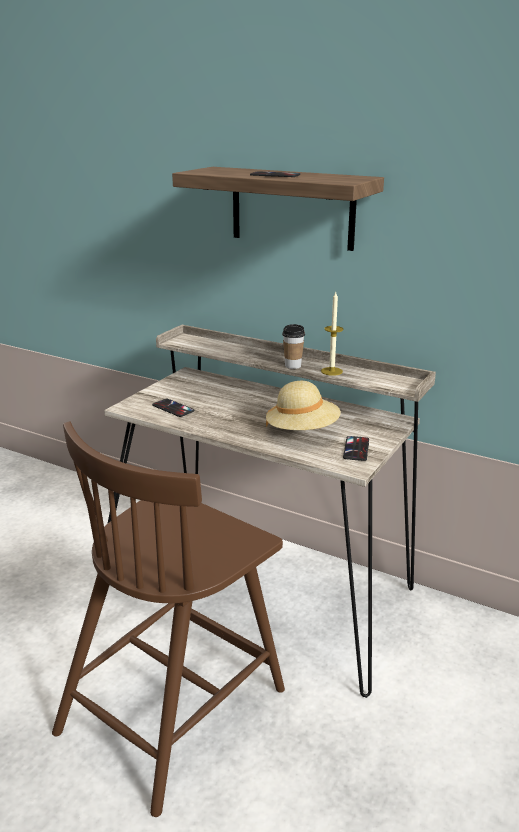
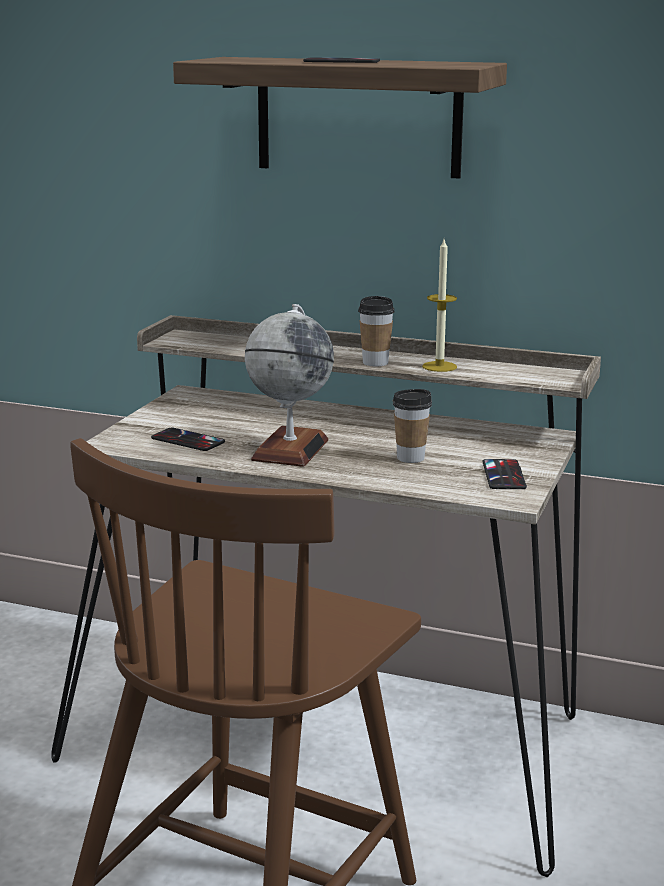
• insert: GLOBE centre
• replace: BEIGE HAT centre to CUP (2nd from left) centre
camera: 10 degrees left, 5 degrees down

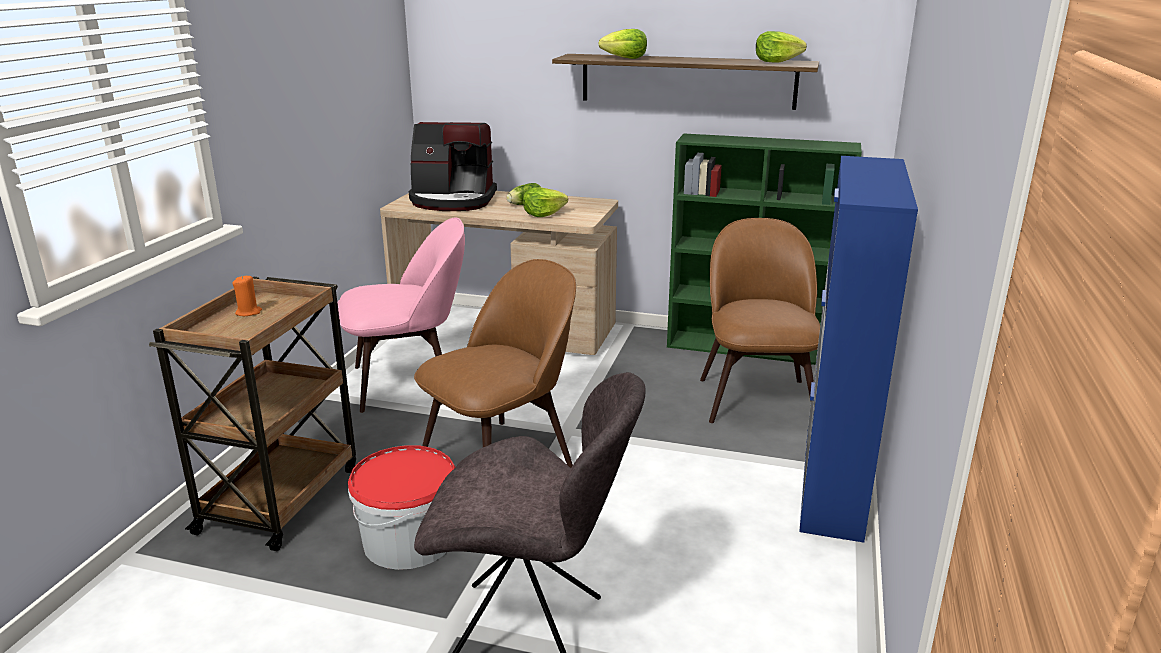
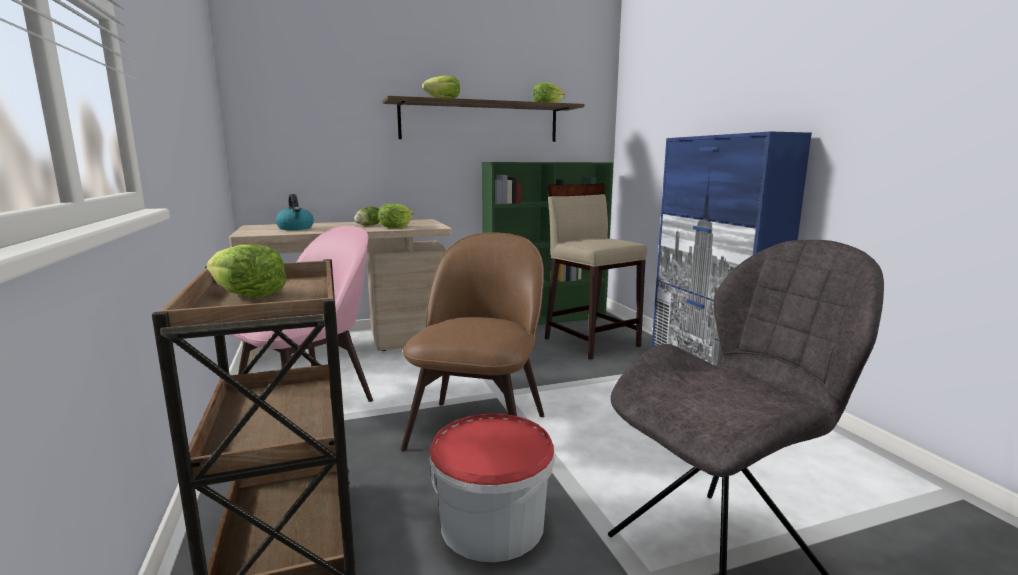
• replace: ORANGE CANDLE middle left to LETTUCE (1st from left) middle left
• replace: COFFEE MACHINE top centre to KETTLE middle left
• replace: BROWN CHAIR (2nd from left) centre to BEIGE STOOL centre
camera: 35 degrees left, 10 degrees down

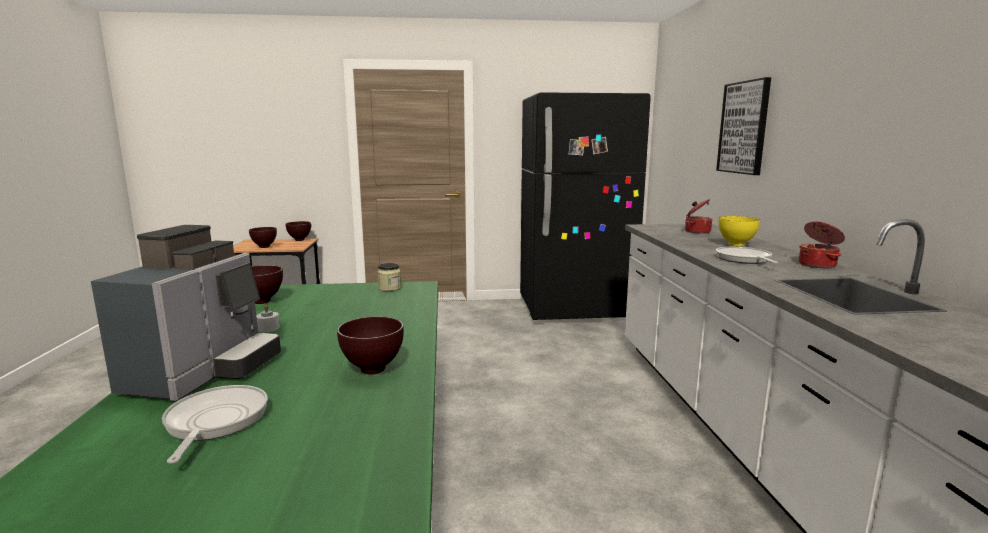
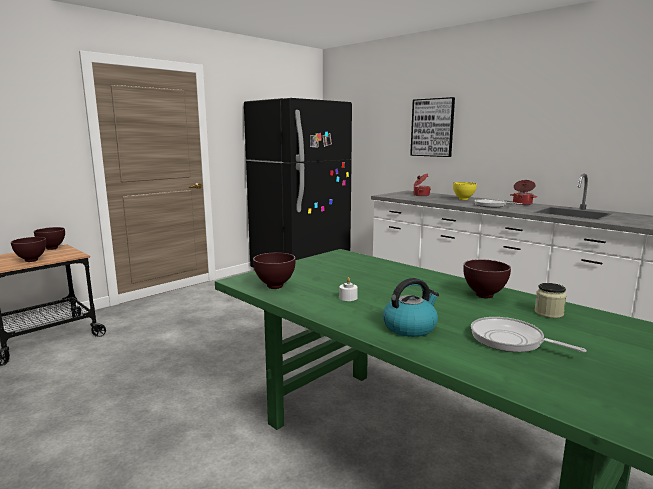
• replace: COFFEE MACHINE middle left to KETTLE centre
• move: JAR centre to middle right
camera: 40 degrees left, 0 degrees up

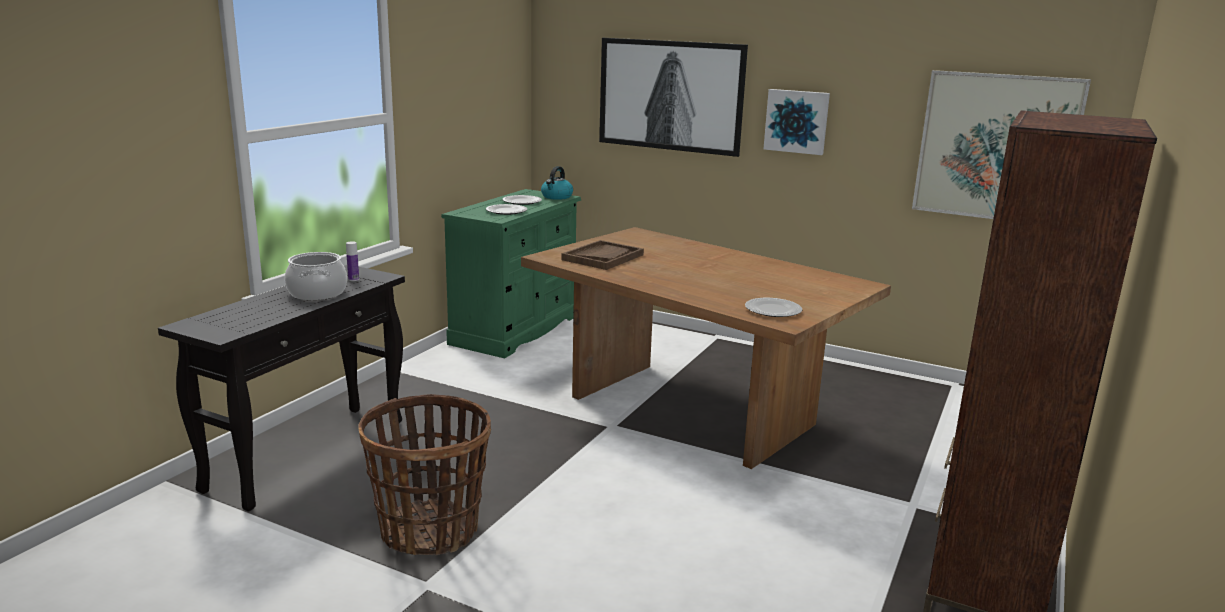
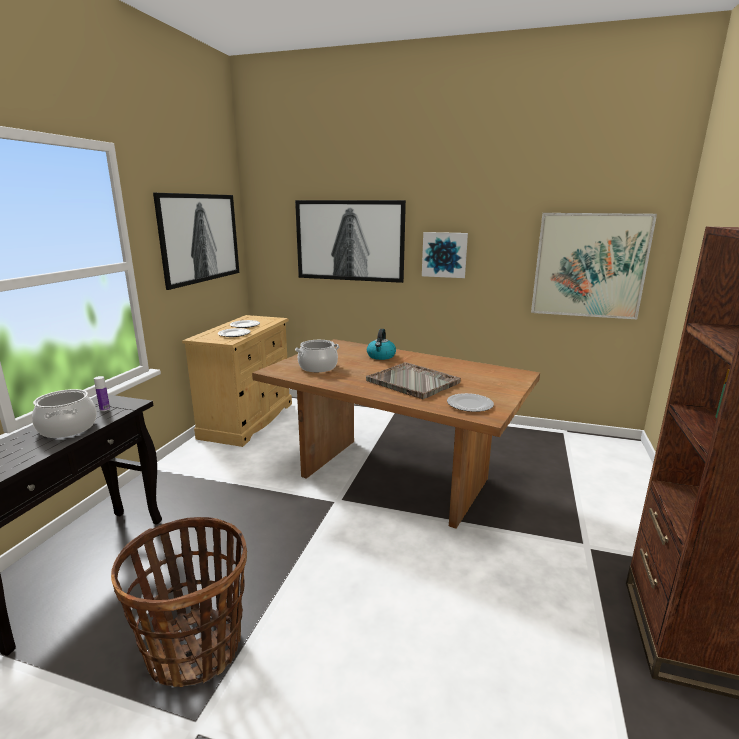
• insert: PICTURE (1st from left) top left
• recolor: GREEN DRESSER centre to BEIGE DRESSER middle left
• replace: BROWN TRAY centre to COOKING POT (2nd from left) centre
• insert: GREY TRAY centre
• move: KETTLE top centre to centre
camera: 10 degrees left, 0 degrees up

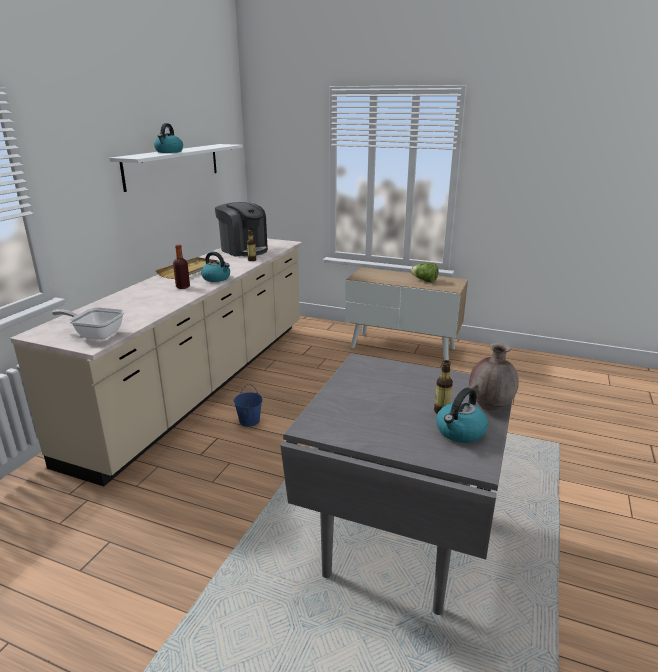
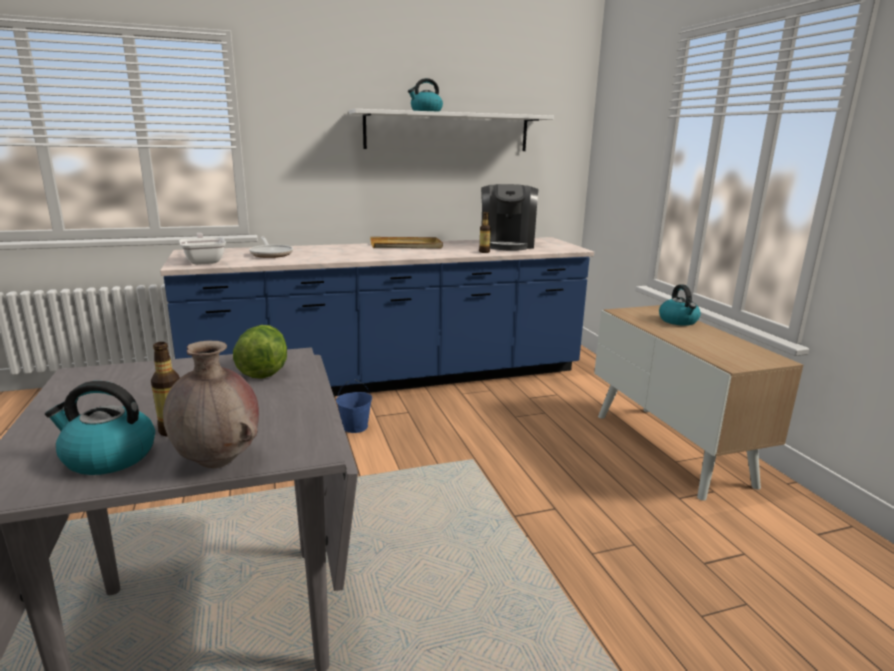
• recolor: BEIGE COUNTER middle left to BLUE COUNTER centre
• move: LETTUCE centre to middle left
• insert: FRYING PAN (2nd from left) middle left
• move: KETTLE (2nd from left in the first image) middle left to KETTLE (3rd from left) middle right
• delete: BOTTLE (1st from left) middle left
camera: 50 degrees right, 5 degrees down

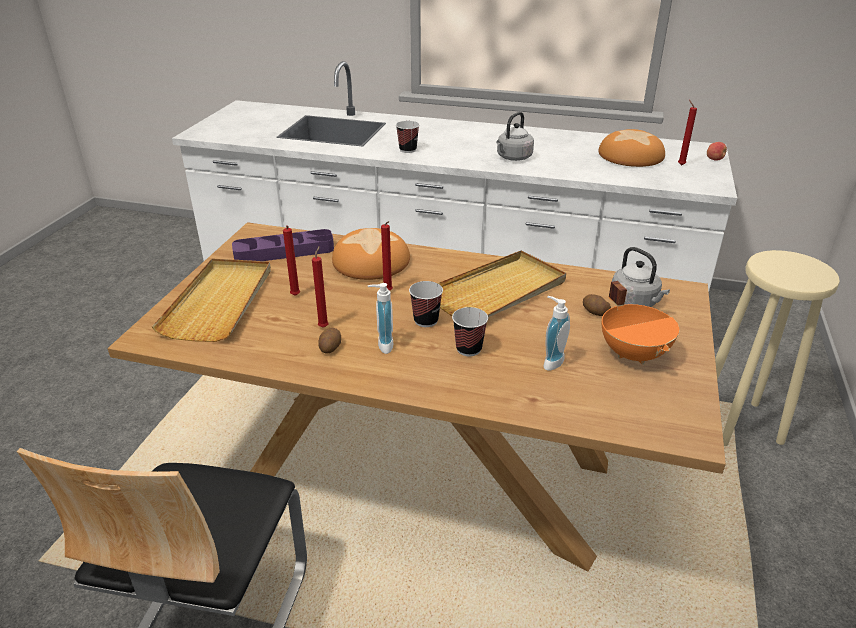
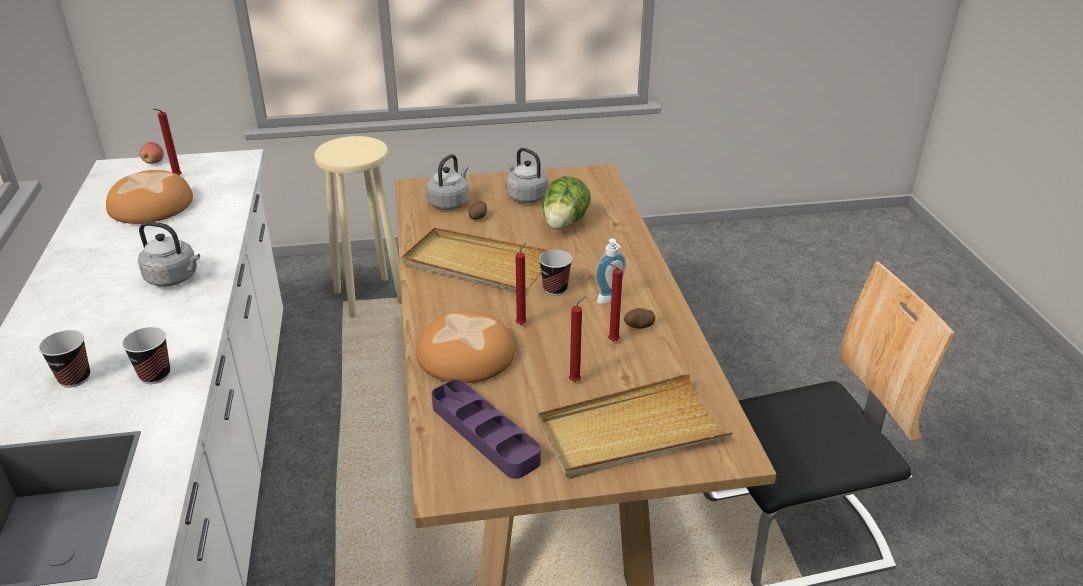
• move: CUP (3rd from left in the first image) centre to CUP (1st from left) middle left
• replace: ORANGE COOKING POT middle right to GREY KETTLE (3rd from left) top centre
• replace: SOAP DISPENSER (2nd from left) centre to LETTUCE centre
camera: 115 degrees left, 0 degrees up

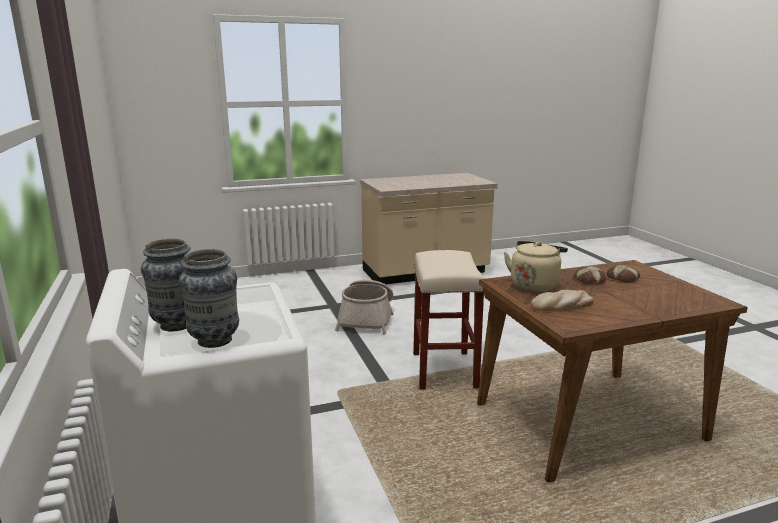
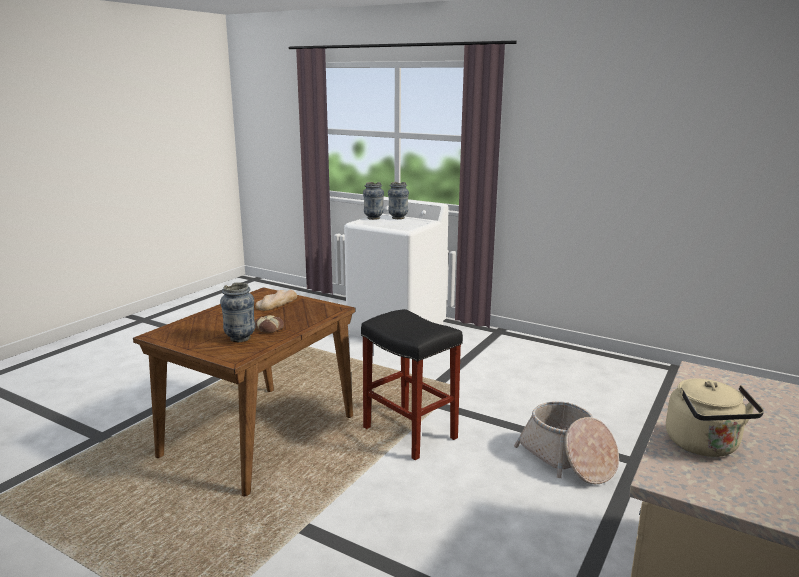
• replace: BREAD (3rd from left) middle right to VASE (1st from left) middle left
• recolor: BEIGE STOOL centre to BLACK STOOL centre
• move: BEIGE KETTLE middle right to bottom right
camera: 140 degrees right, 0 degrees up

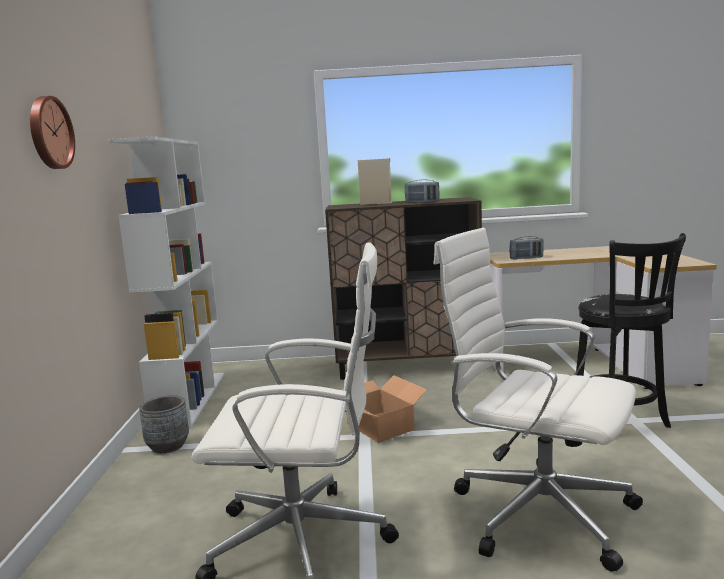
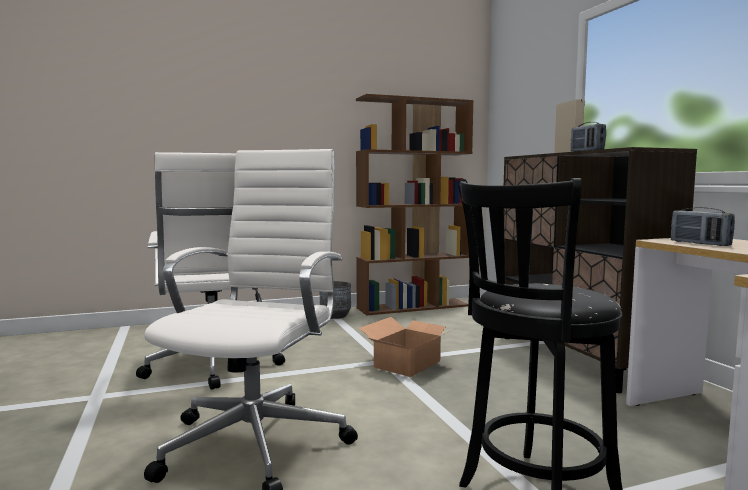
• recolor: WHITE BOOKCASE middle left to BROWN BOOKCASE centre
• delete: WALL CLOCK top left
camera: 70 degrees right, 5 degrees down

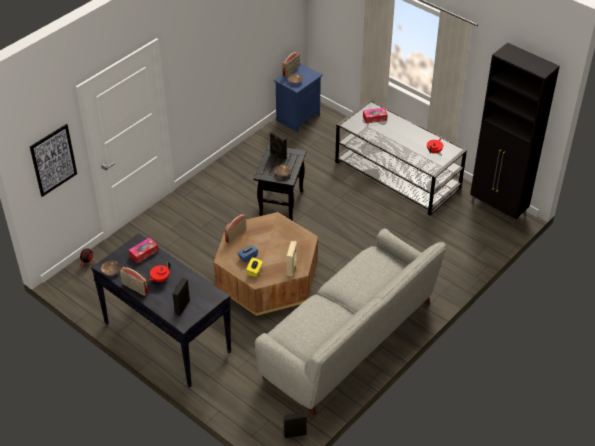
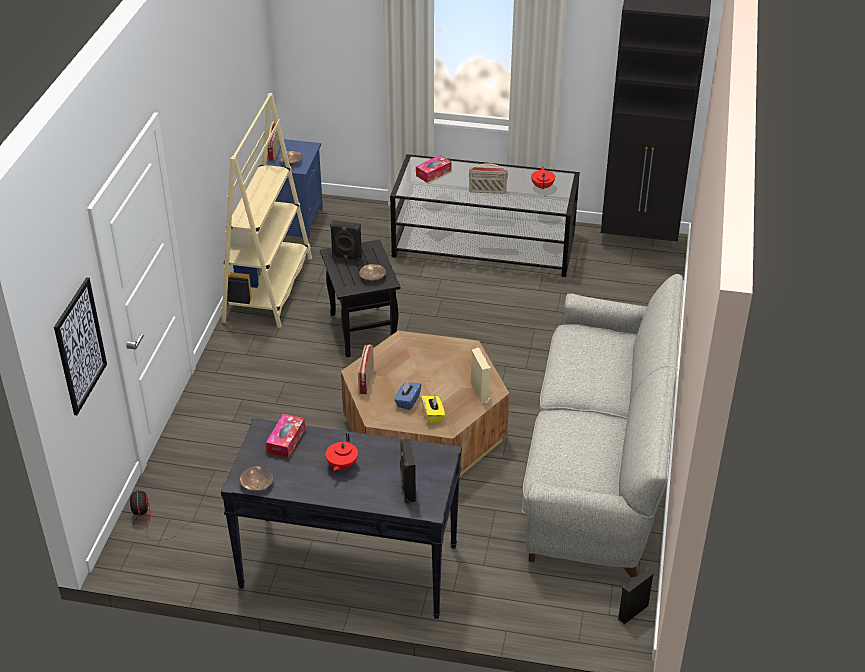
• insert: BEIGE BOOKCASE top left
• move: RADIO (1st from left in the first image) middle left to RADIO (3rd from left) top centre
camera: 30 degrees left, 5 degrees down

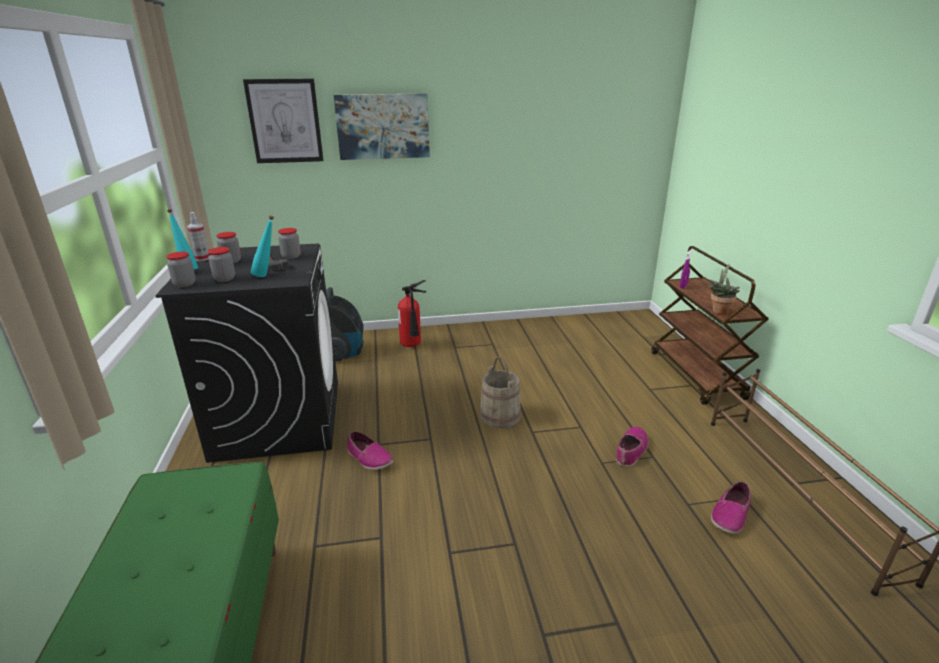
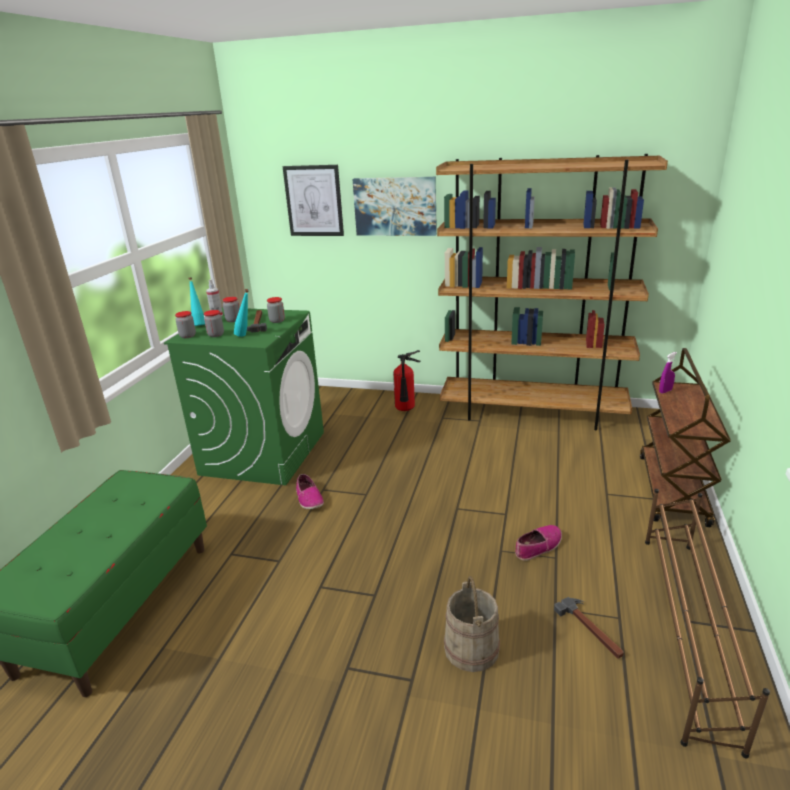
• recolor: BLACK WASHING MACHINE middle left to GREEN WASHING MACHINE middle left
• insert: BROWN BOOKCASE middle right
• move: BEIGE BUCKET centre to bottom centre
• replace: SHOE (3rd from left) bottom right to HAMMER (2nd from left) bottom right
• delete: VACUUM CLEANER centre
• delete: POTTED PLANT middle right
camera: 25 degrees right, 0 degrees up

